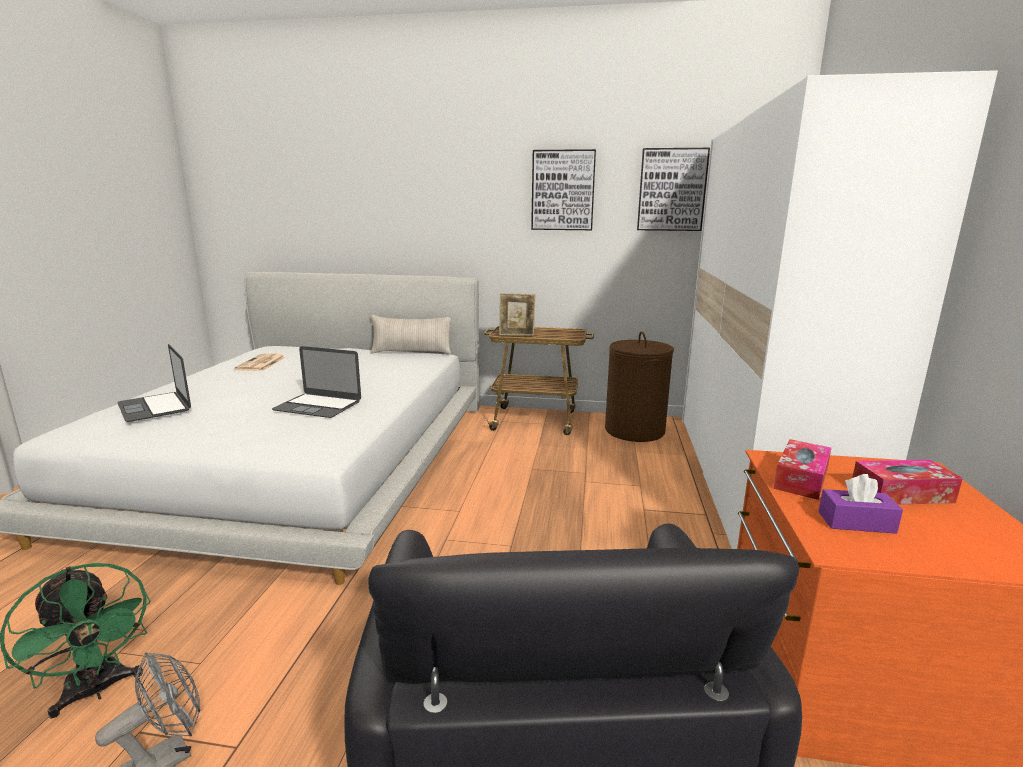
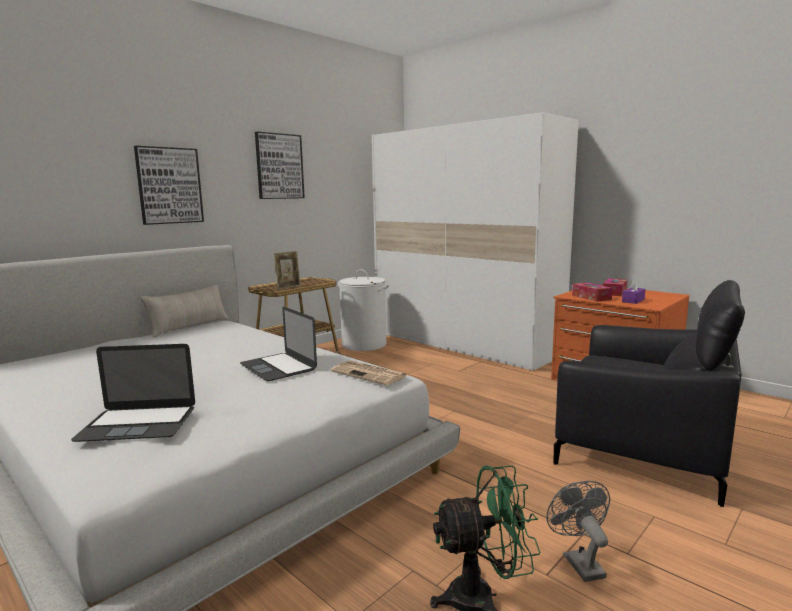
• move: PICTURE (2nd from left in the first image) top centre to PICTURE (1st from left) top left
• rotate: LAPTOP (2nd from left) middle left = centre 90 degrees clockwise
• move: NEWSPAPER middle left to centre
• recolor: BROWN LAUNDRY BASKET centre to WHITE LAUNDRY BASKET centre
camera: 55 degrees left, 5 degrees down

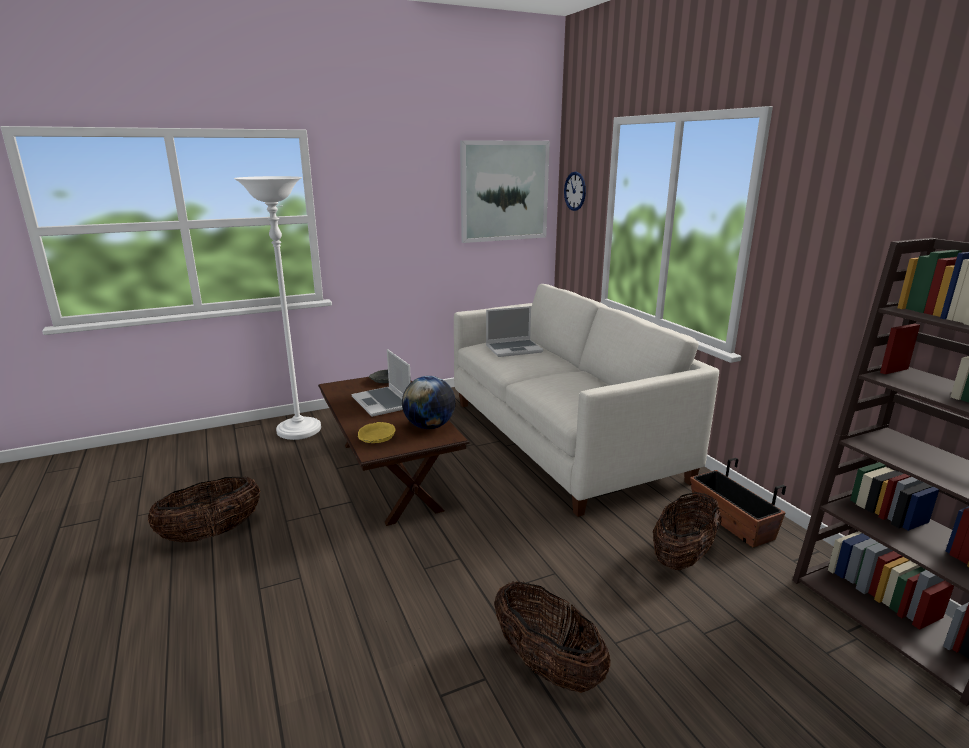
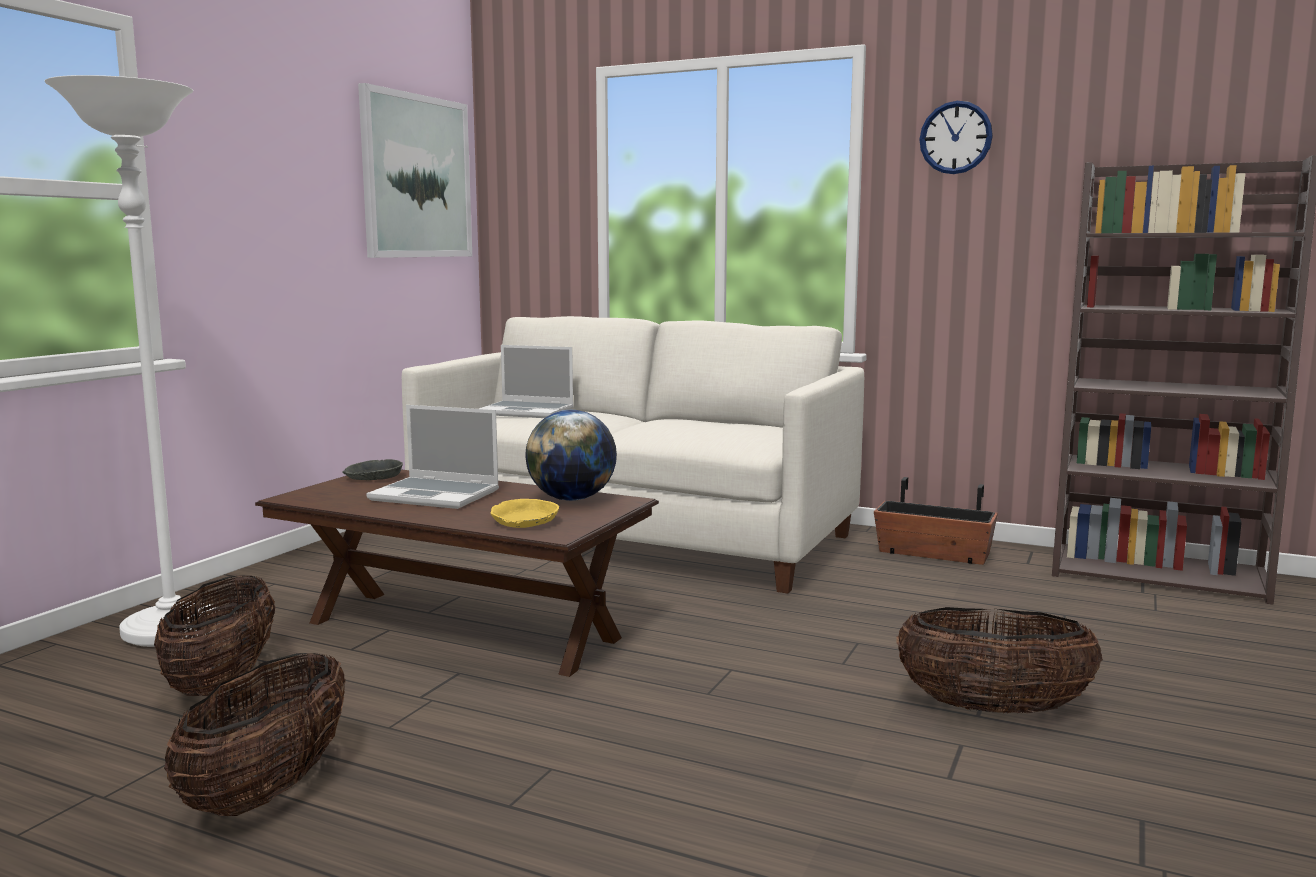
• move: BASKET (3rd from left in the first image) bottom right to BASKET (1st from left) bottom left
• rotate: LAPTOP (2nd from left) centre = centre 75 degrees clockwise
• move: WALL CLOCK top centre to top right
camera: 40 degrees left, 10 degrees down

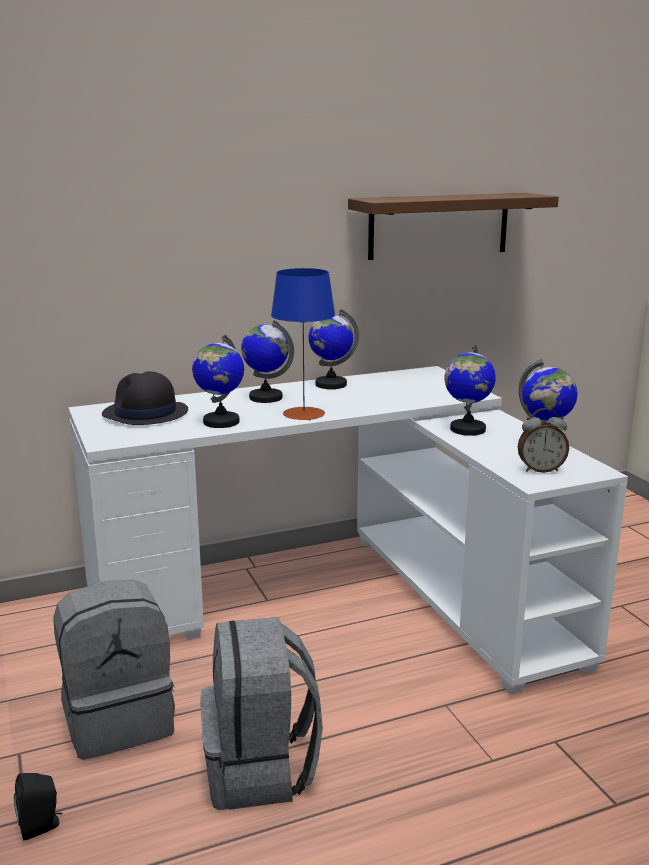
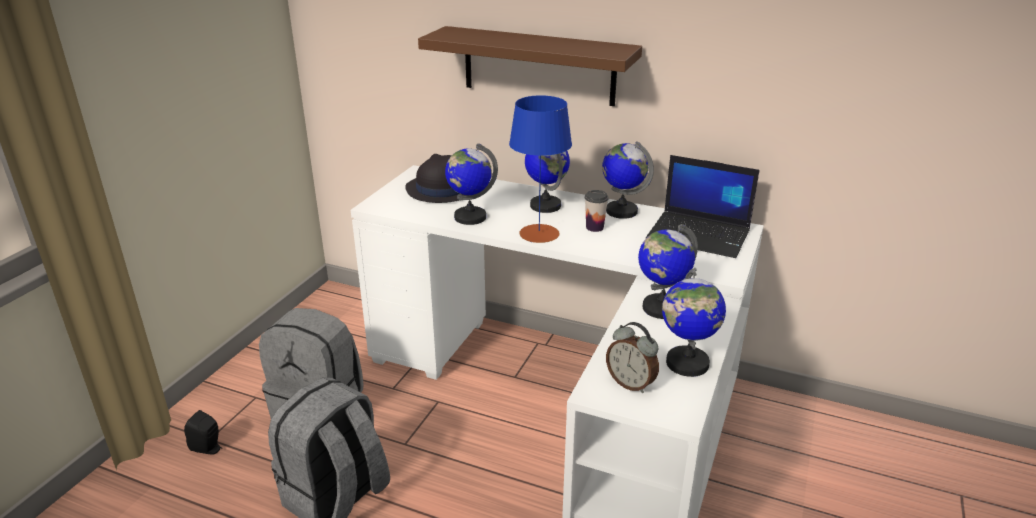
• move: BROWN SHELF top right to top centre
• insert: CUP centre
• insert: LAPTOP middle right
camera: 45 degrees right, 10 degrees up

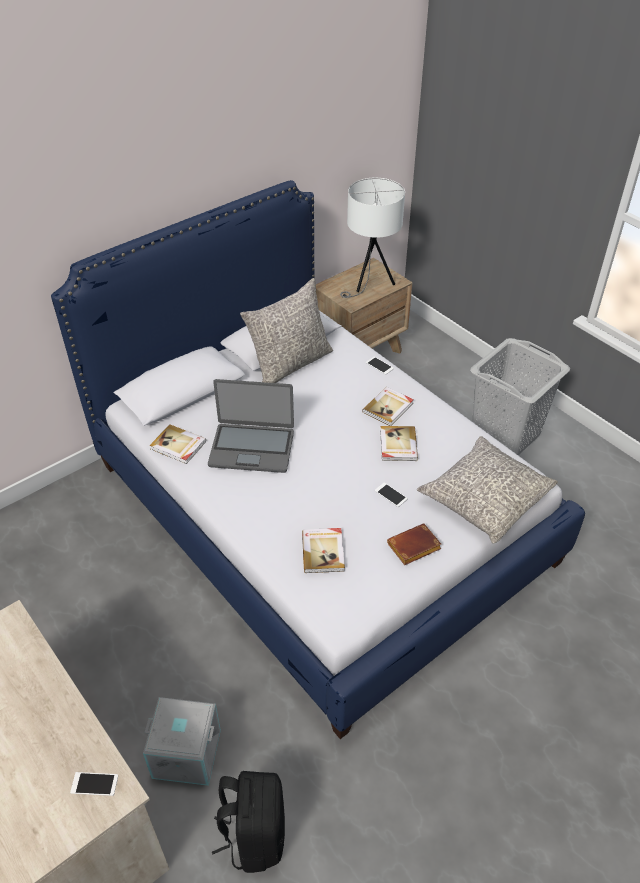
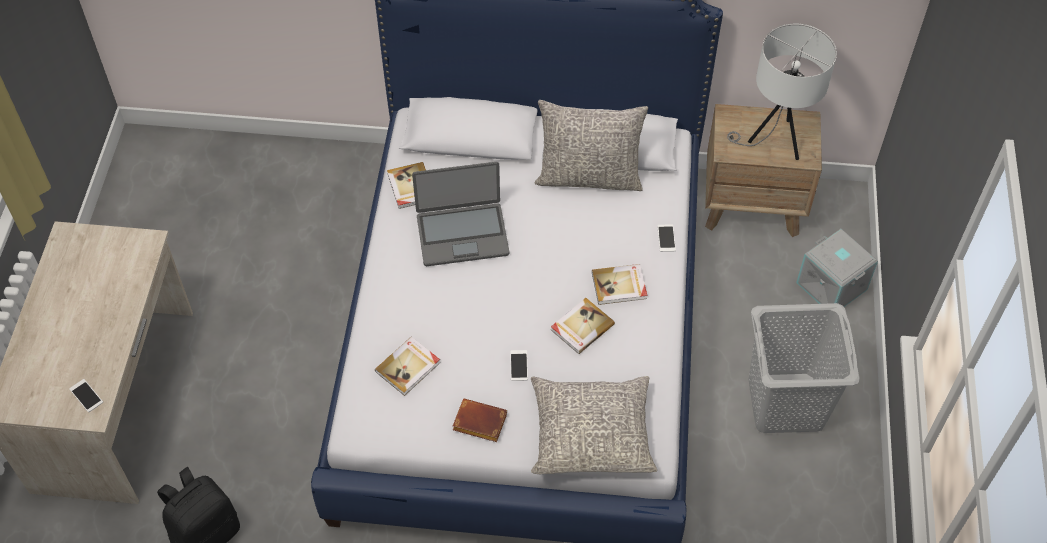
• rotate: LAPTOP centre = centre 60 degrees counterclockwise
• move: GREY STORAGE BOX bottom left to middle right
camera: 45 degrees right, 10 degrees up

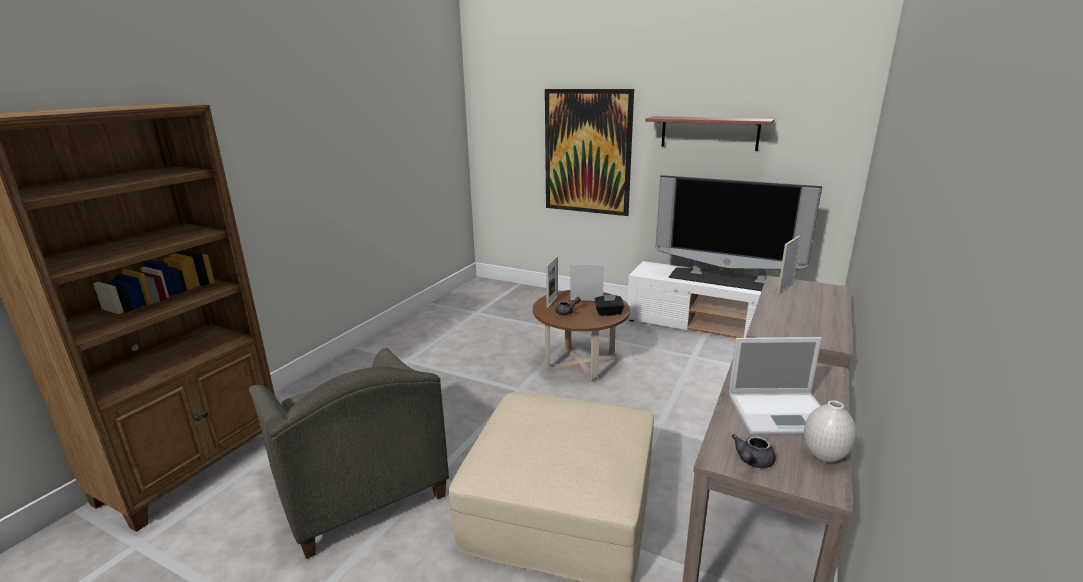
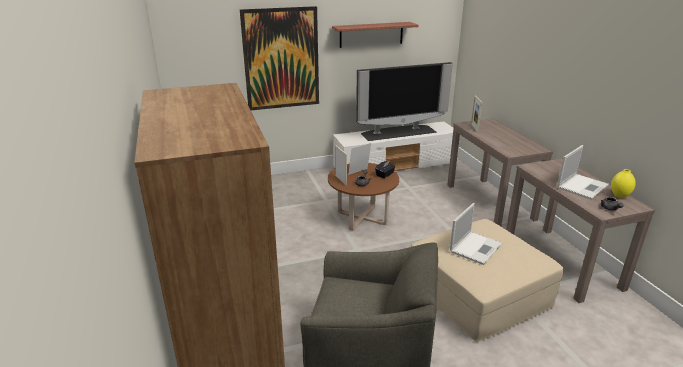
• insert: LAPTOP (1st from left) middle right
• recolor: WHITE VASE bottom right to YELLOW VASE middle right
camera: 45 degrees left, 5 degrees up

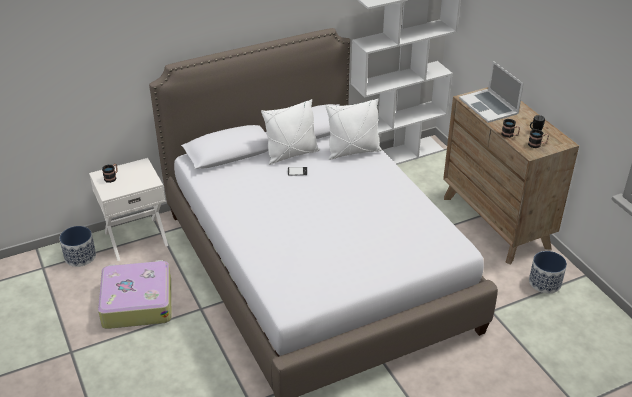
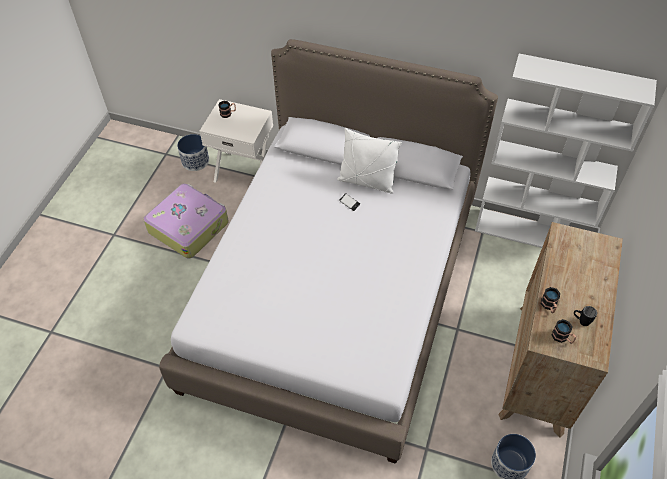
• delete: WHITE PILLOW (2nd from left) top centre
• delete: LAPTOP top right
camera: 45 degrees right, 15 degrees up

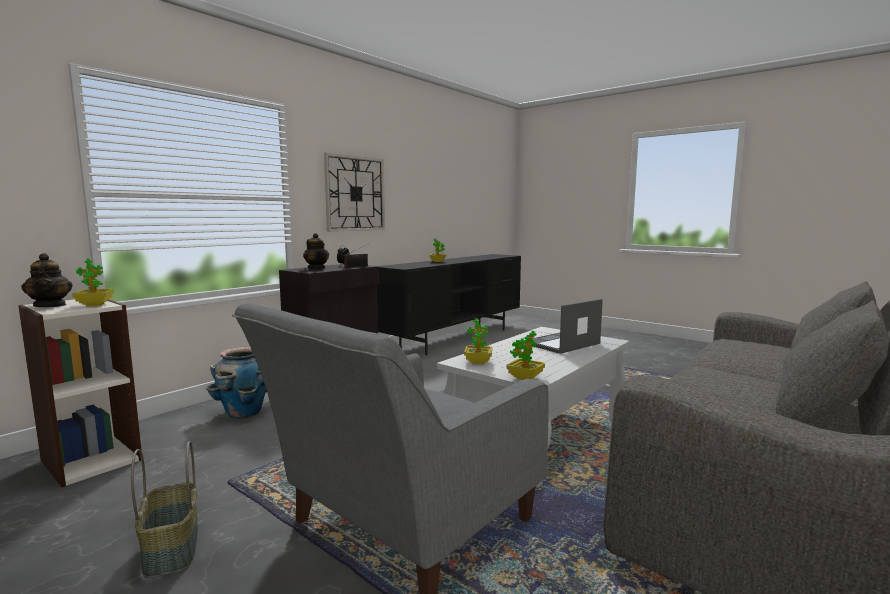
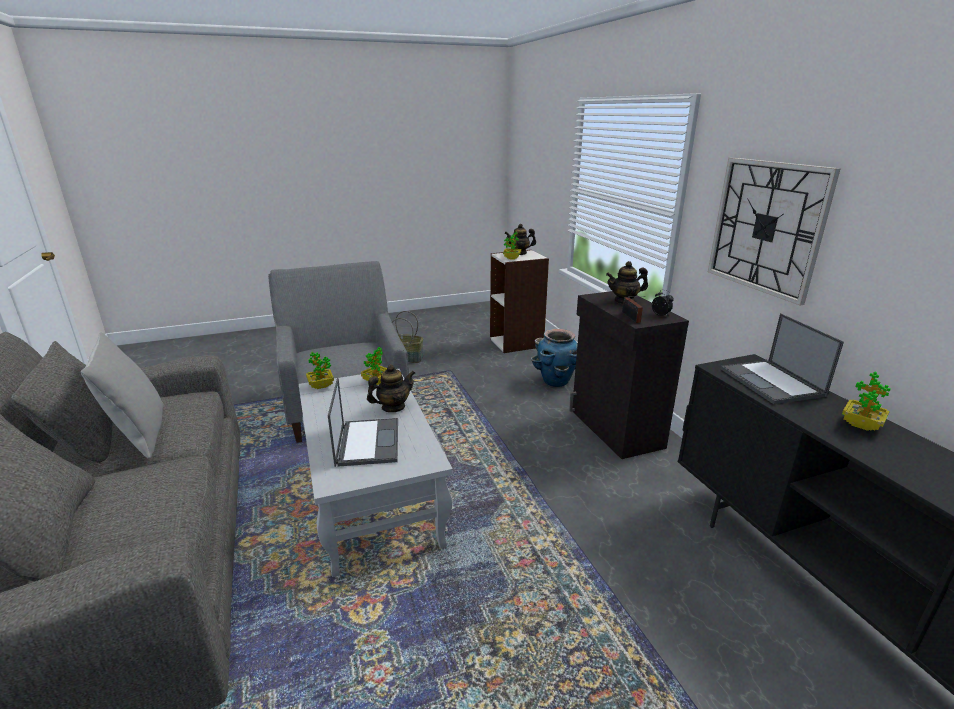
• insert: GREY PILLOW middle left
• insert: TEAPOT (1st from left) centre
• insert: LAPTOP (2nd from left) middle right
camera: 120 degrees right, 15 degrees up

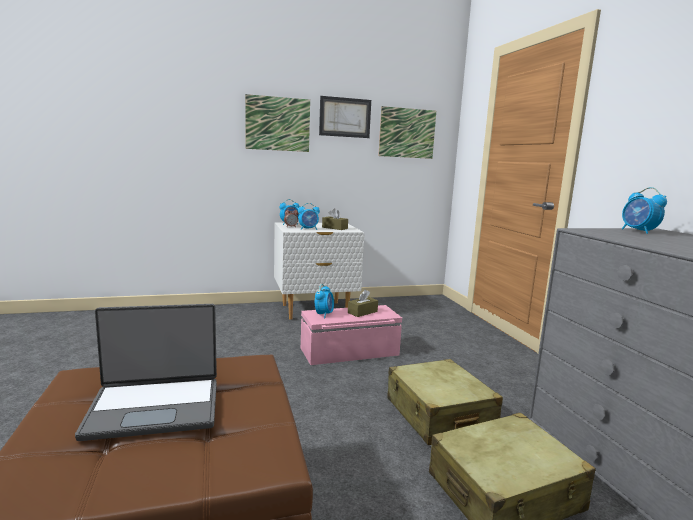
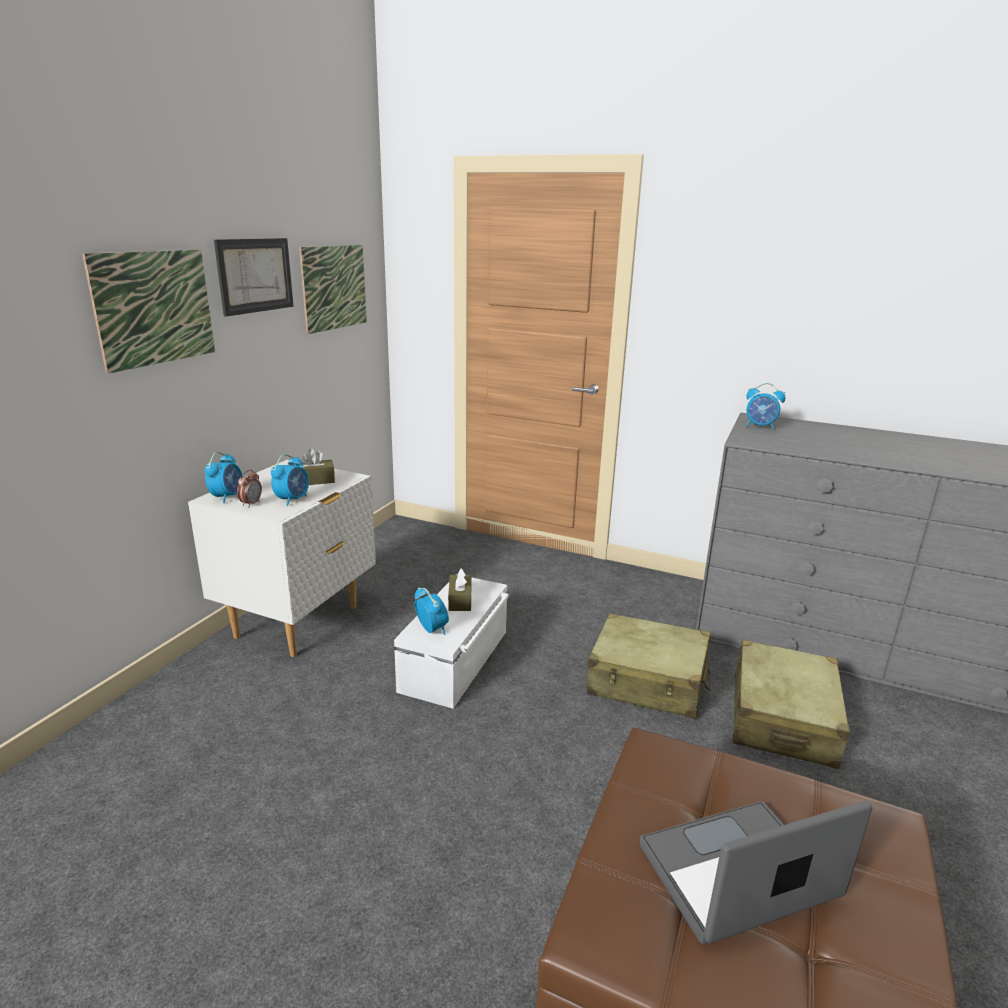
• recolor: PINK STORAGE BOX centre to WHITE STORAGE BOX centre
• rotate: LAPTOP bottom left = bottom right 135 degrees counterclockwise
camera: 50 degrees left, 10 degrees up

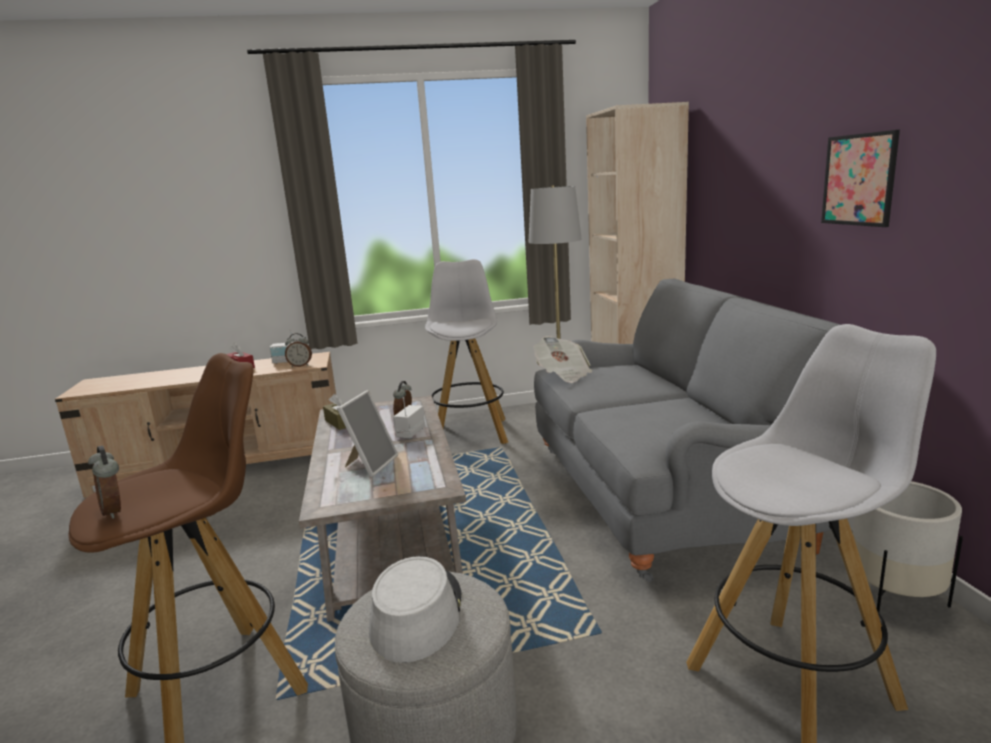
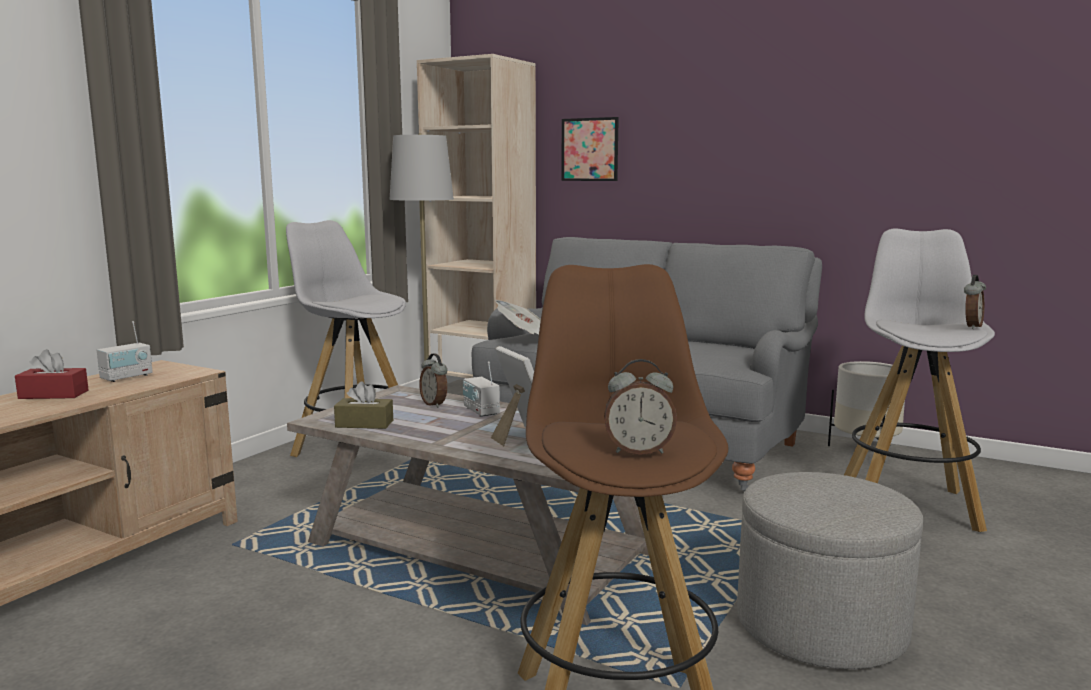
• move: PICTURE top right to top centre
• move: ALARM CLOCK (2nd from left in the first image) middle left to ALARM CLOCK (3rd from left) middle right
• delete: GREY HAT bottom centre
camera: 50 degrees left, 5 degrees down

